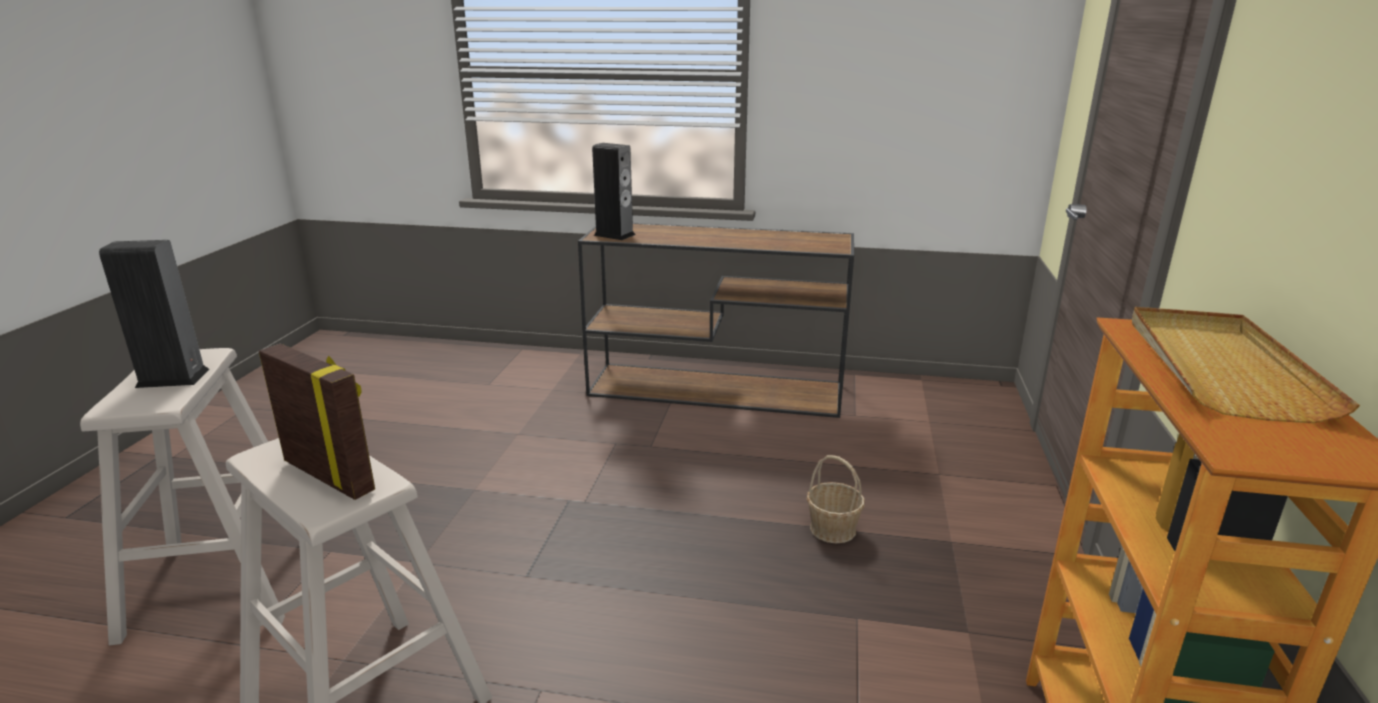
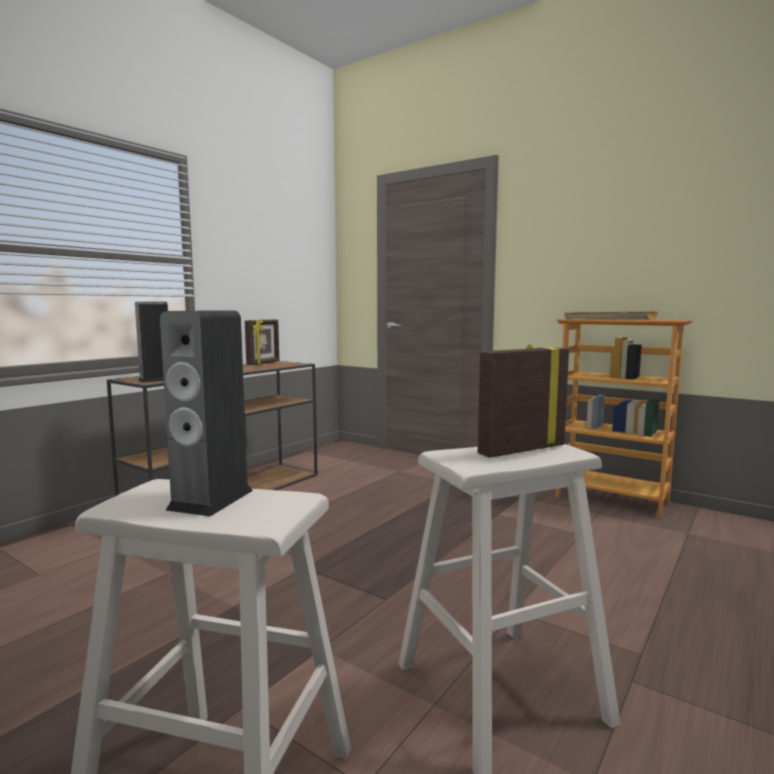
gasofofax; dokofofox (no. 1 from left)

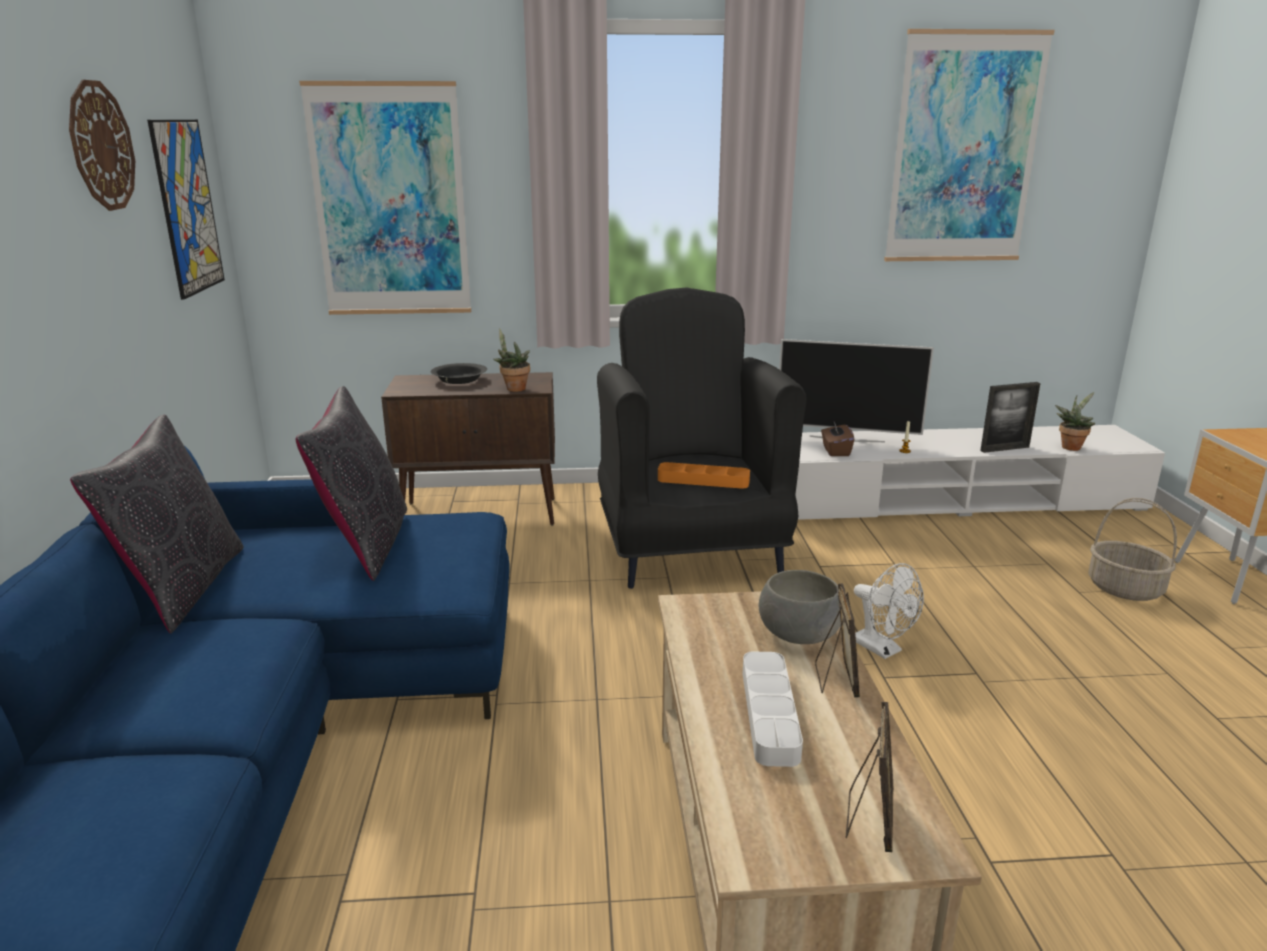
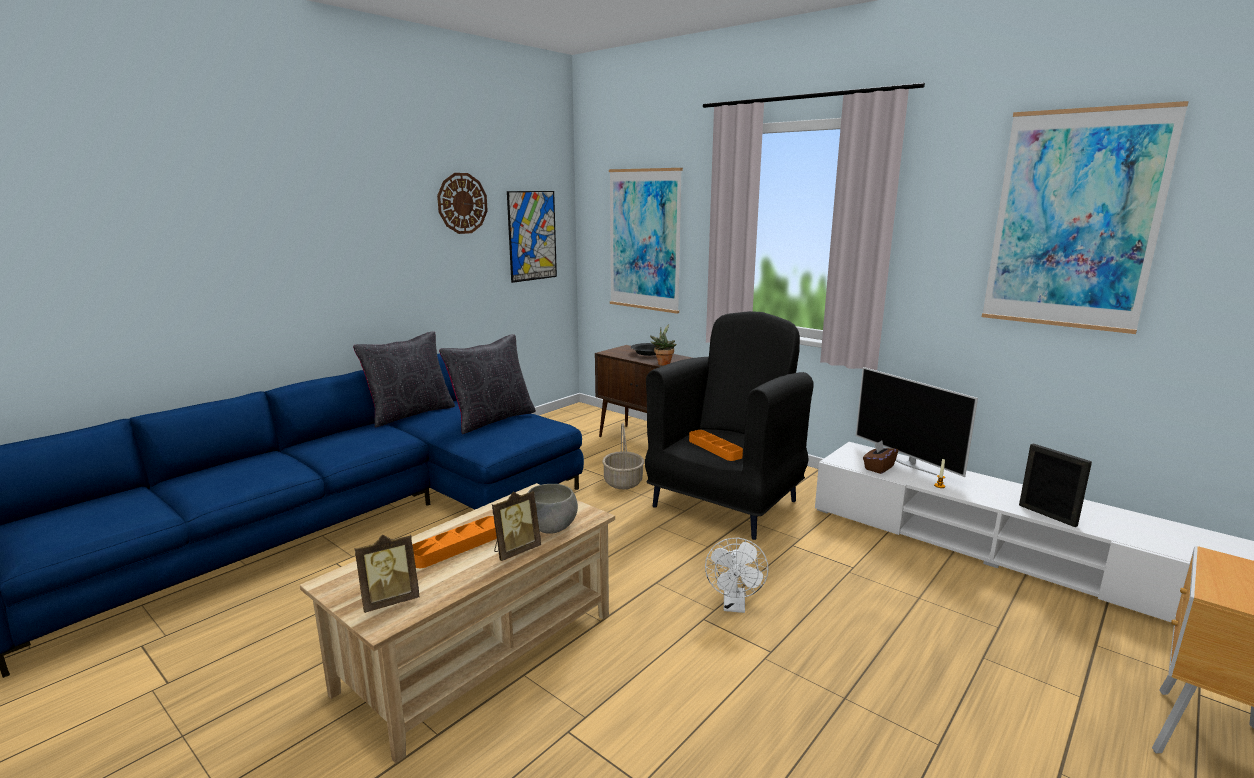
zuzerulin (no. 2 from left in the first image); gasofofax; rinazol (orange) (no. 1 from left); dokofofox (no. 3 from left)

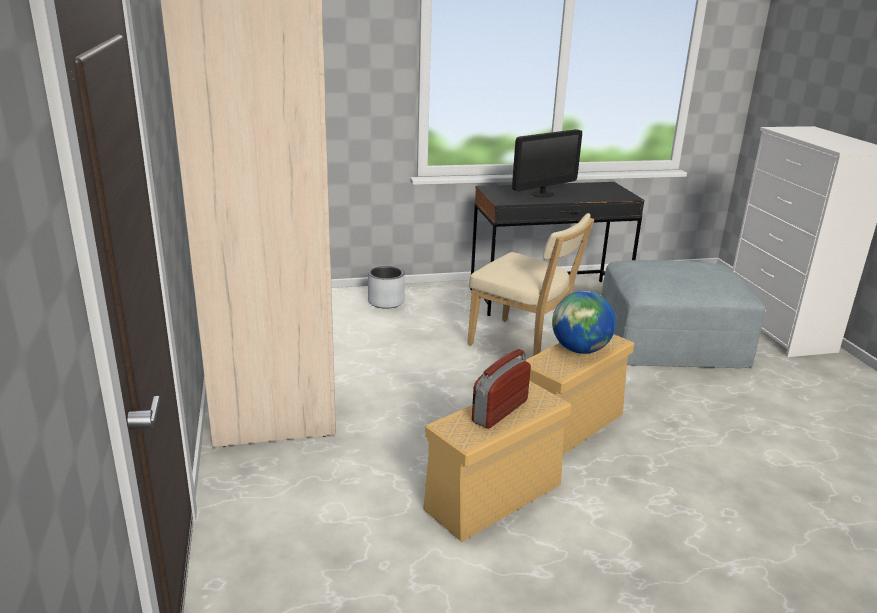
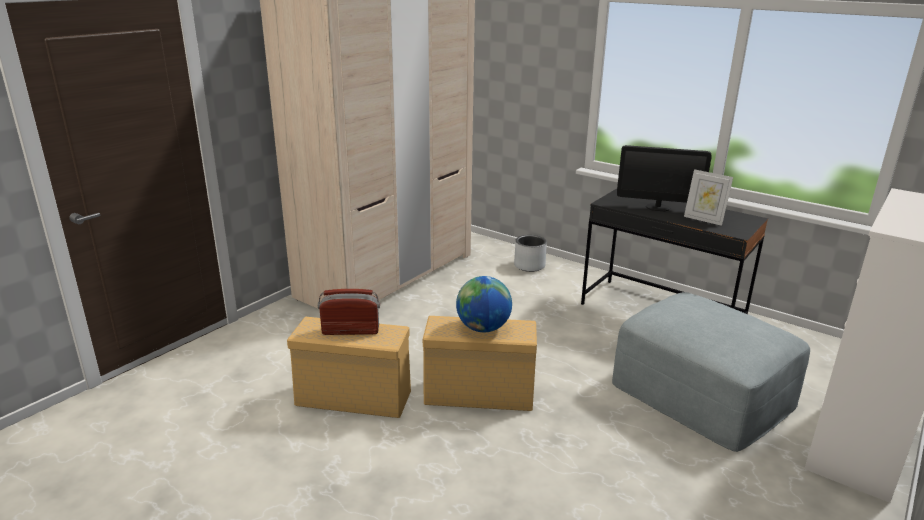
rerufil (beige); dokofofox

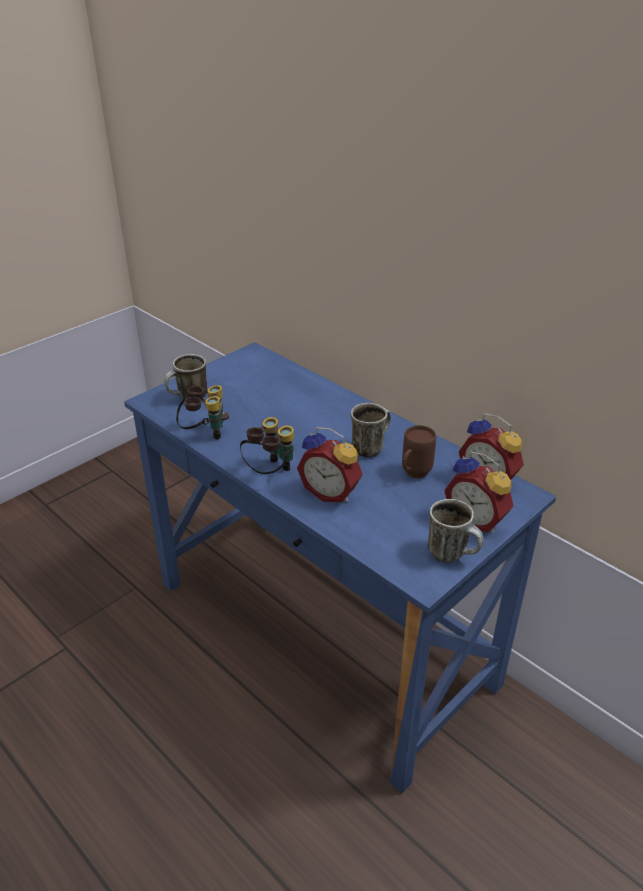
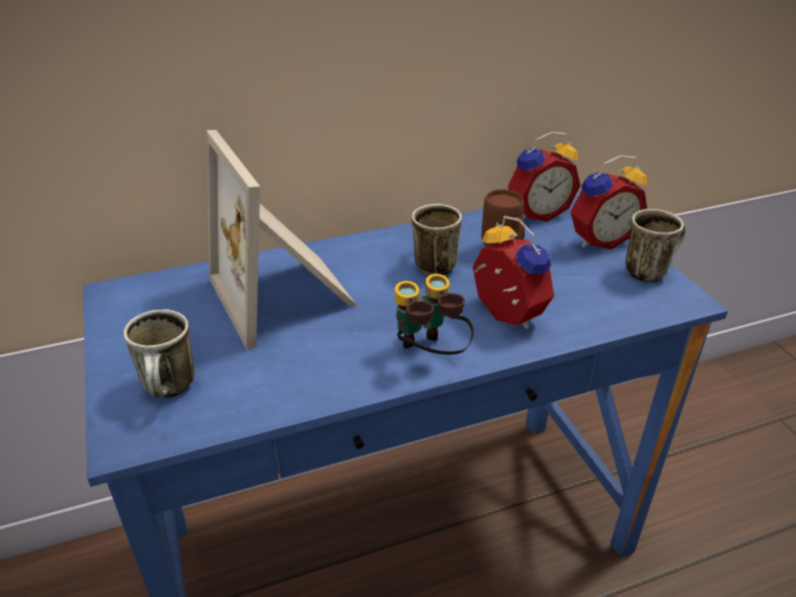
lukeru (no. 1 from left in the first image); dokofofox; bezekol (no. 1 from left)

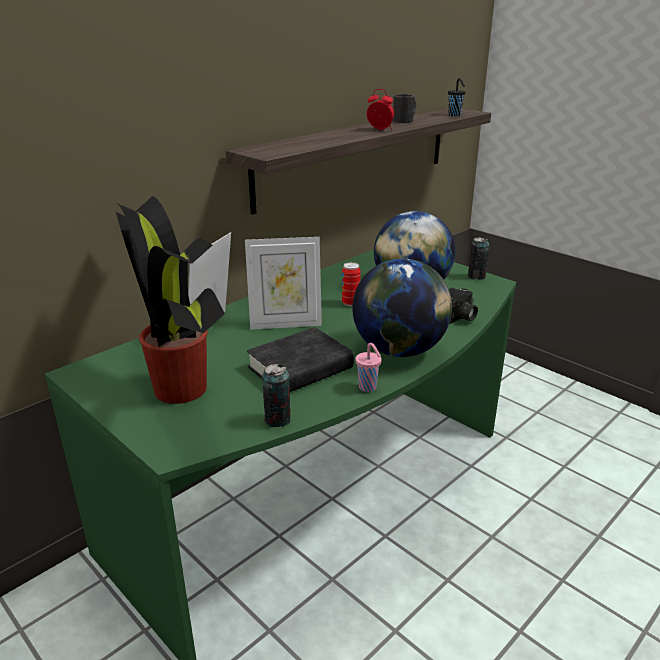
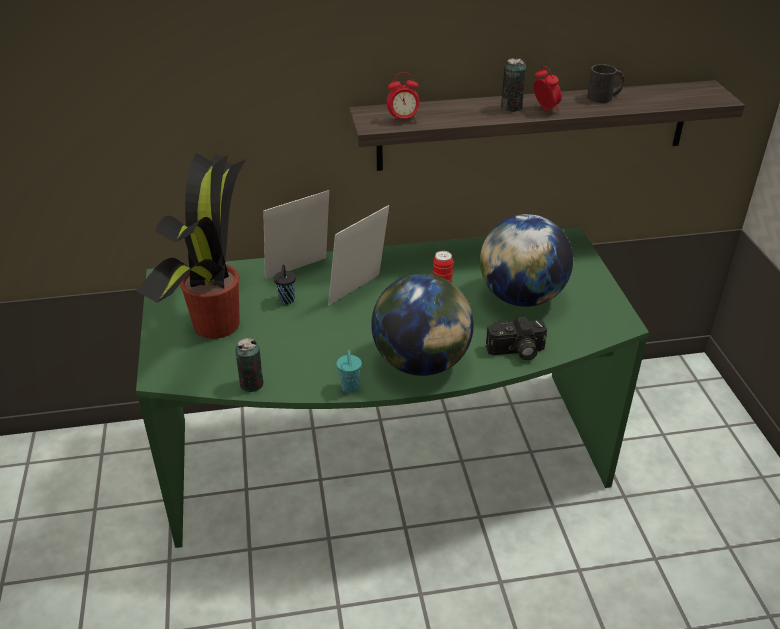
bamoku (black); bezekol (no. 1 from left); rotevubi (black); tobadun (no. 3 from left); rotevubi (turquoise); dokofofox (no. 2 from left)

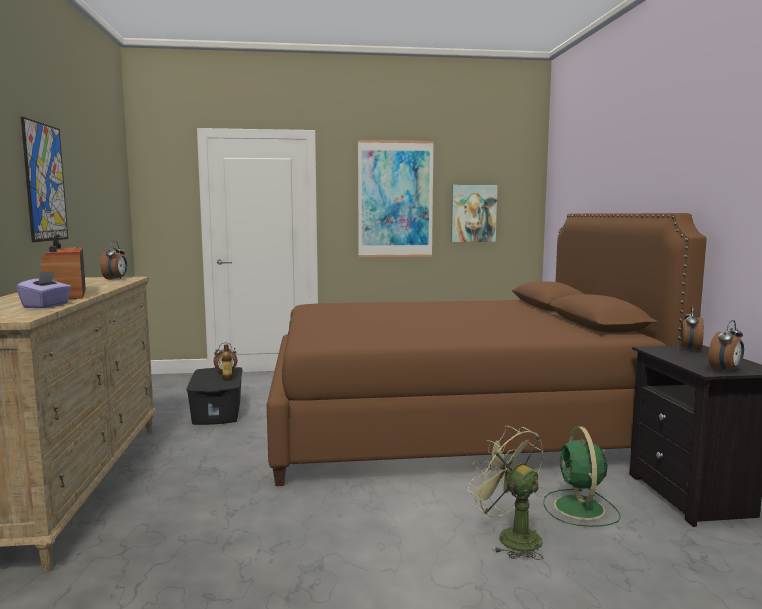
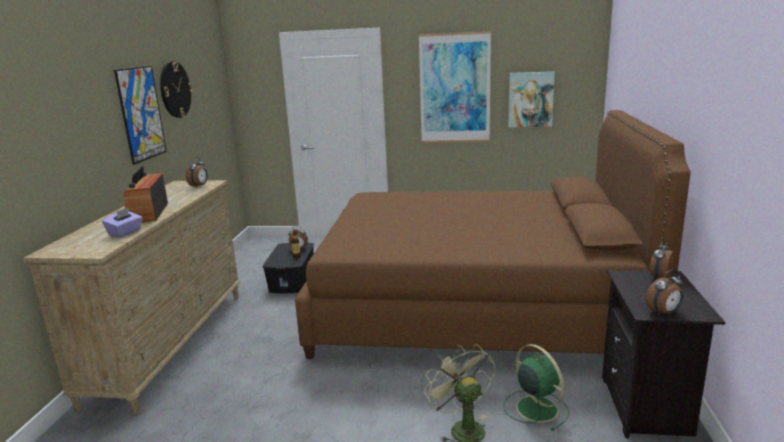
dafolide; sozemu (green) (no. 2 from left)

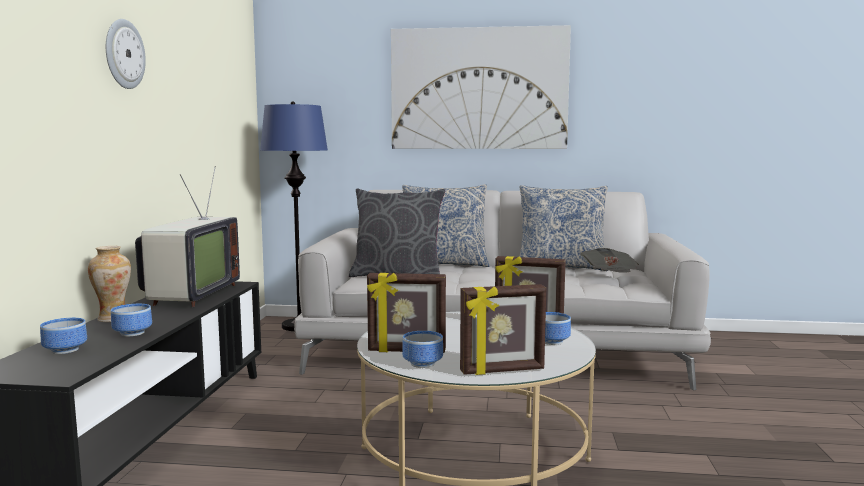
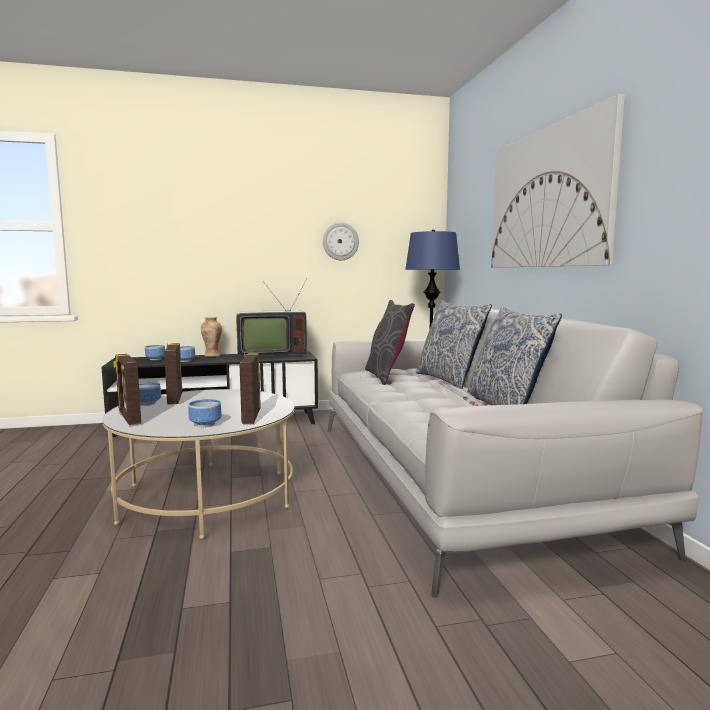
dafolide

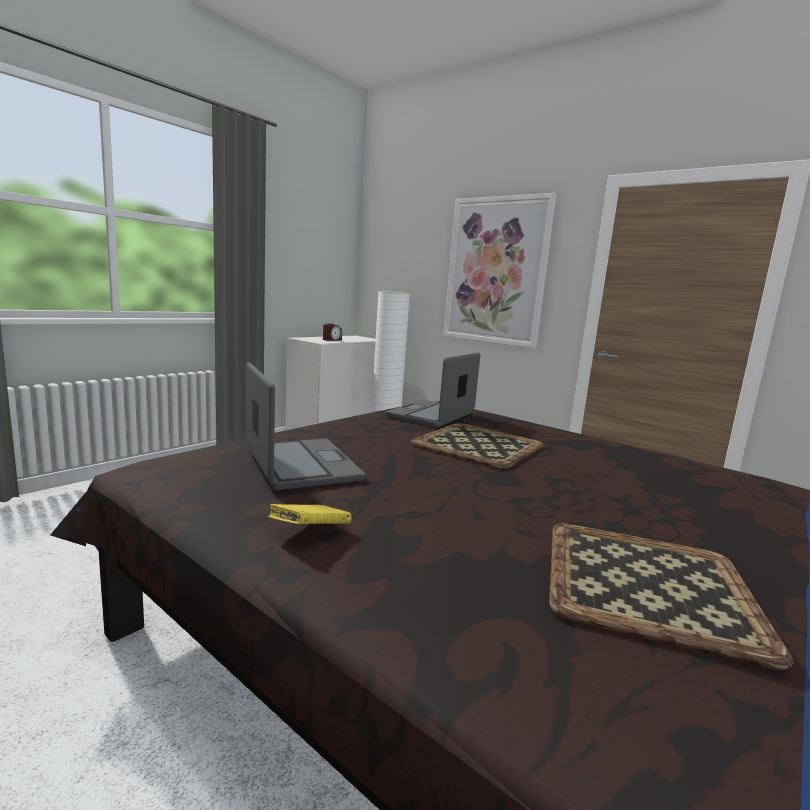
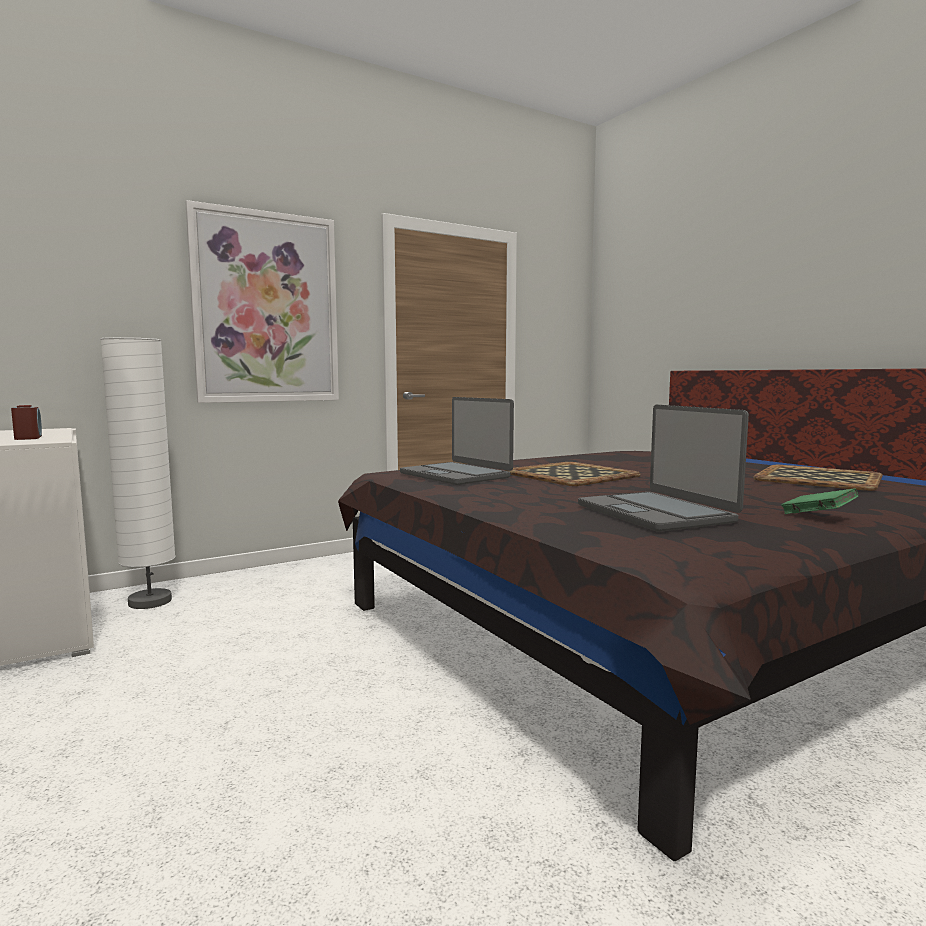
bamoku (green); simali (no. 2 from left)

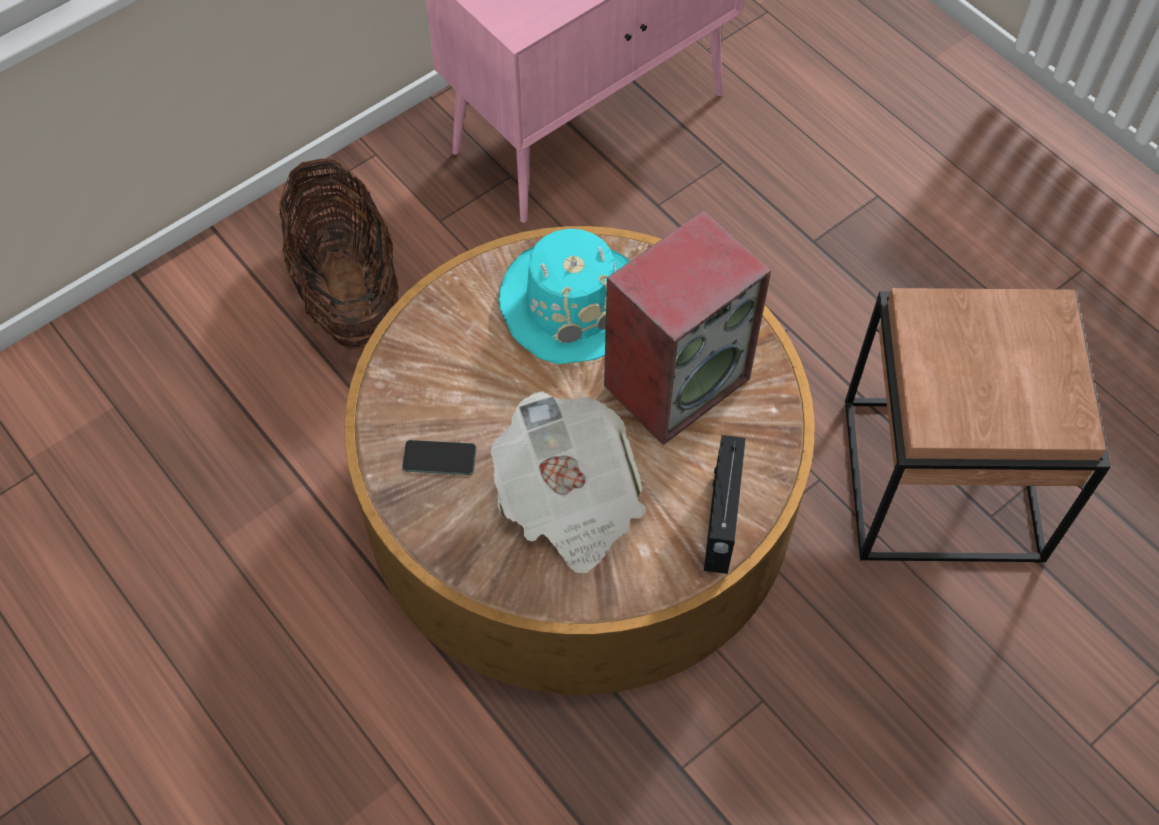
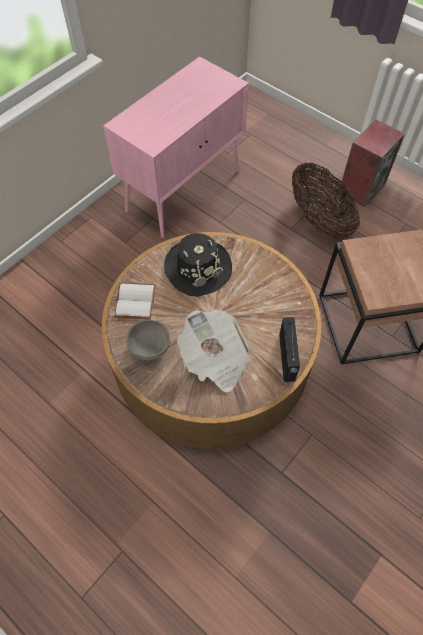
bamoku (white); gasofofax; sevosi; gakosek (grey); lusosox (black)

